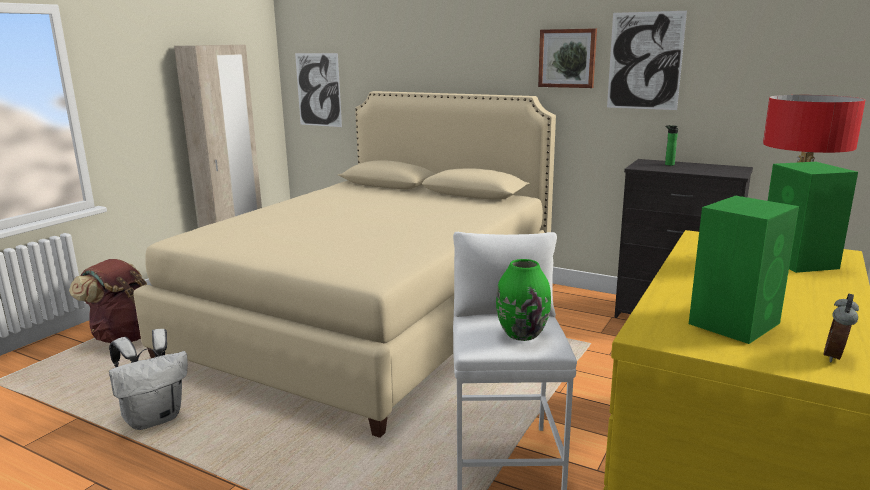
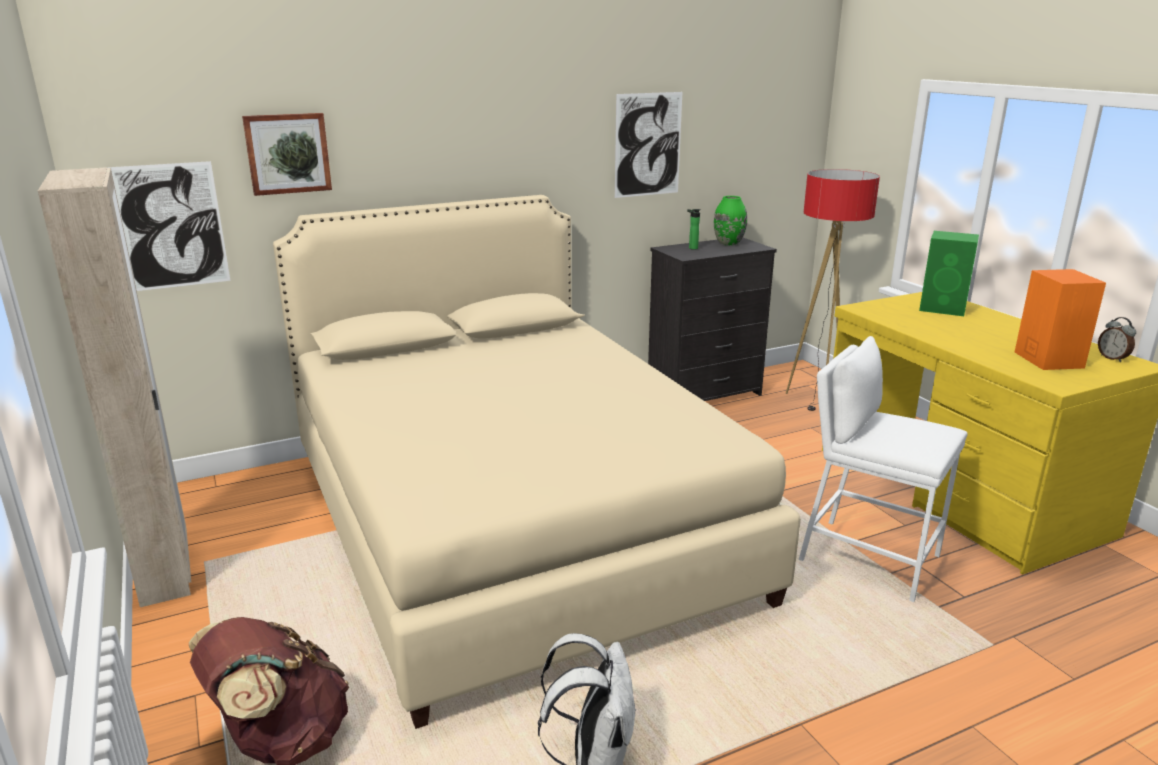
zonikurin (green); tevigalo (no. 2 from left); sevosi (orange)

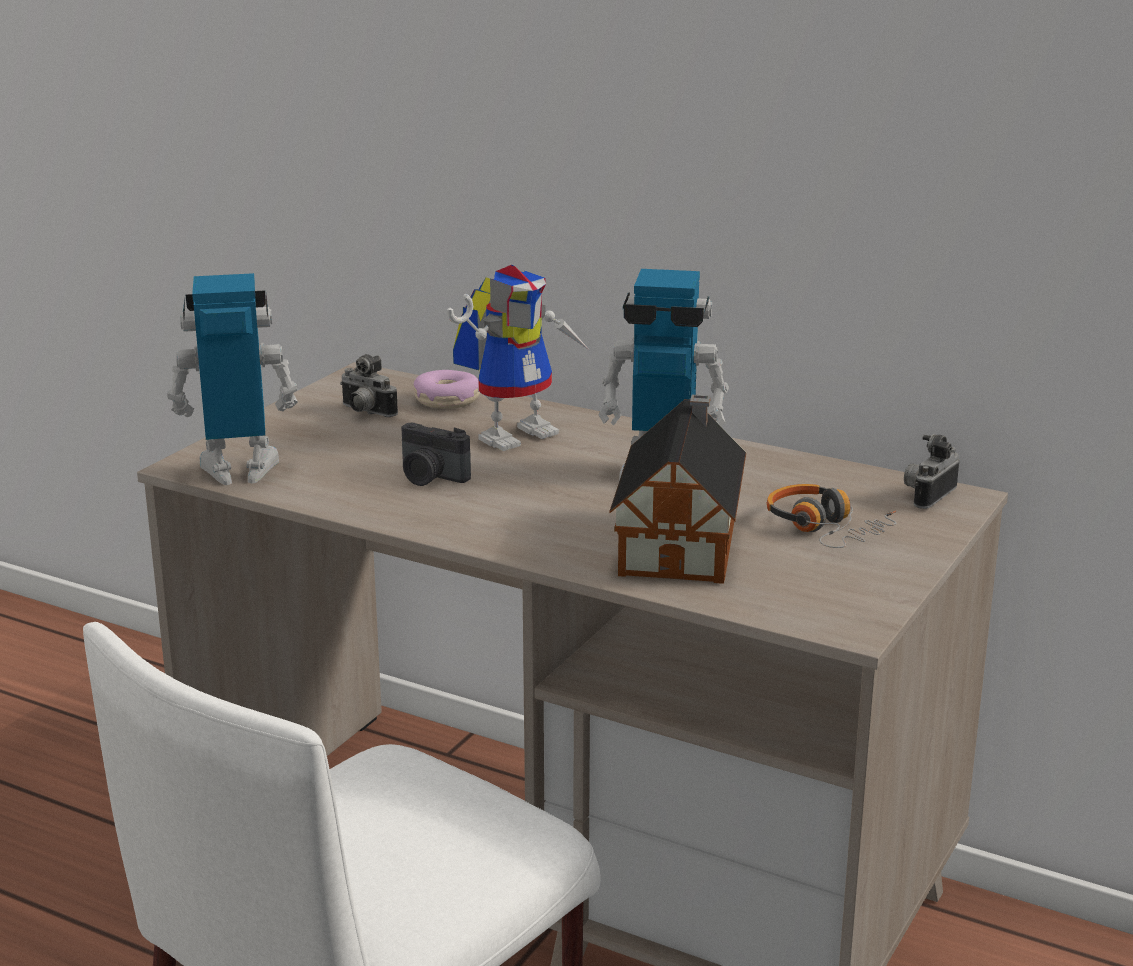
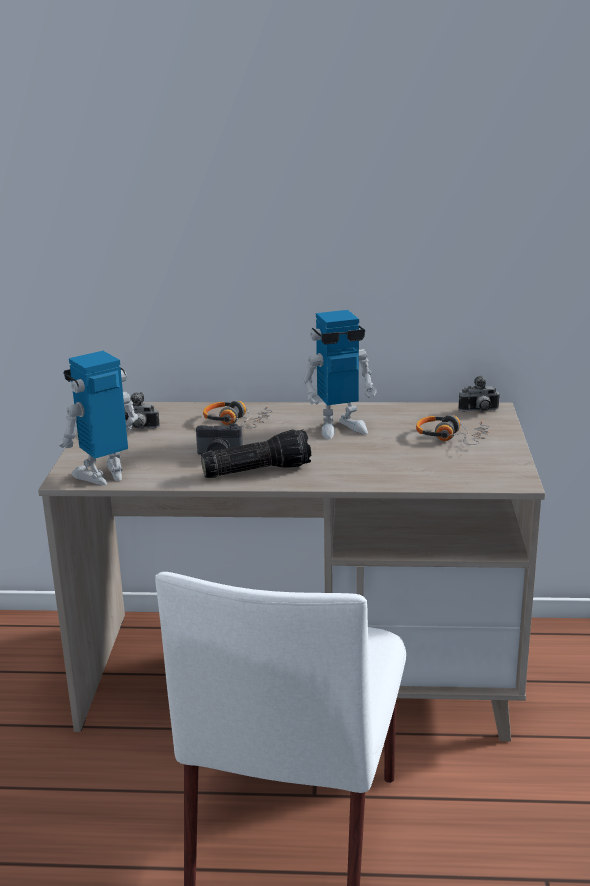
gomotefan; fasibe; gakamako; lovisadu (no. 1 from left); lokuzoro (no. 3 from left)

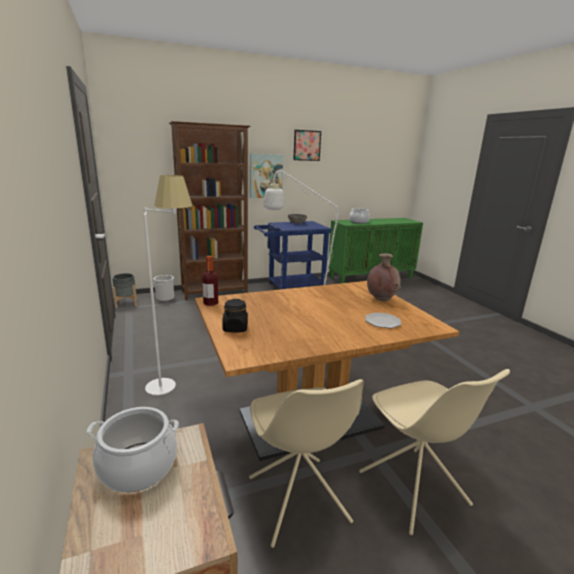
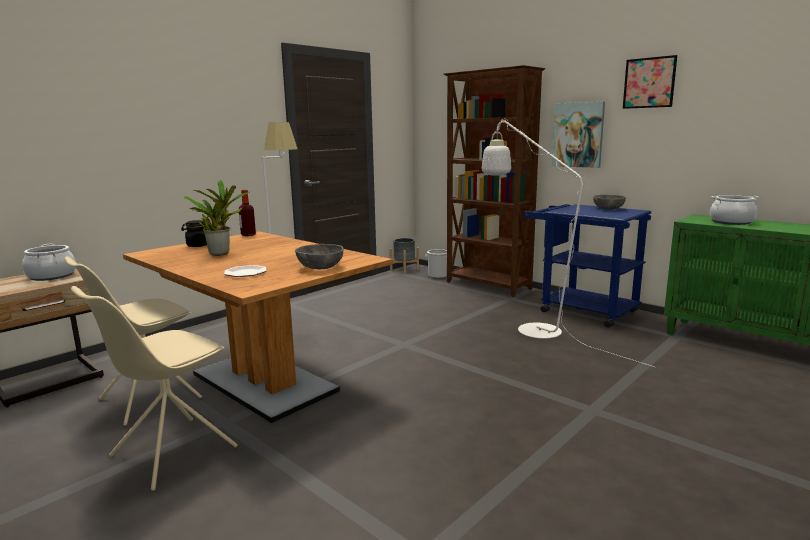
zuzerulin; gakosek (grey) (no. 1 from left)

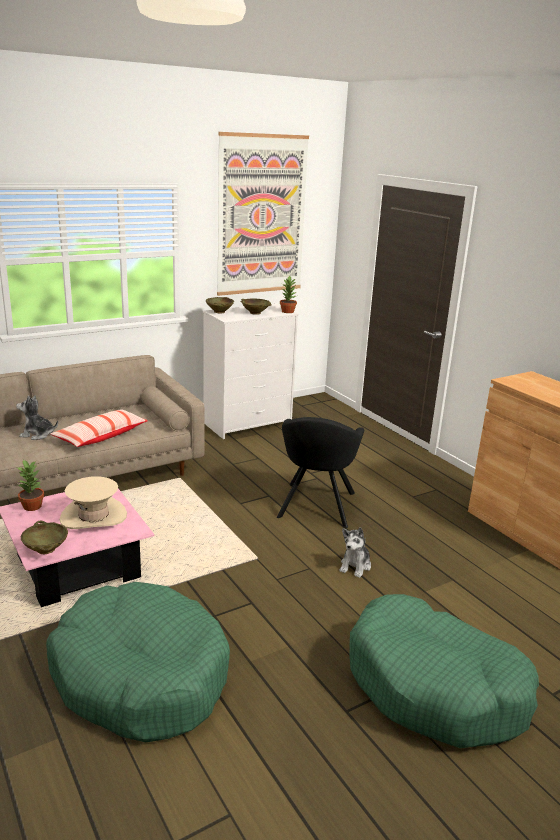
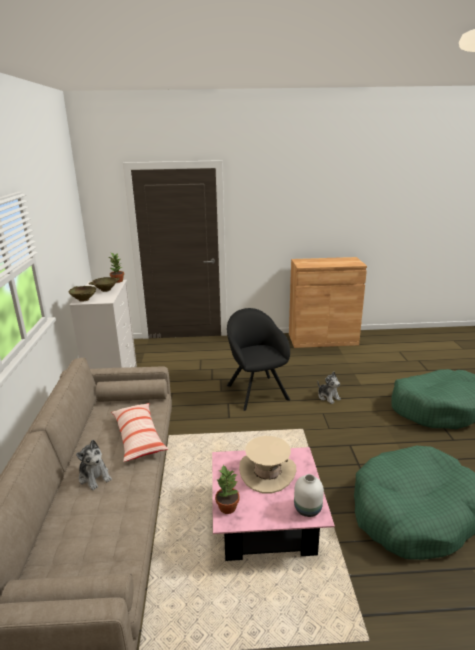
tevigalo; zonikurin (white); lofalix (no. 1 from left); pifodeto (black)

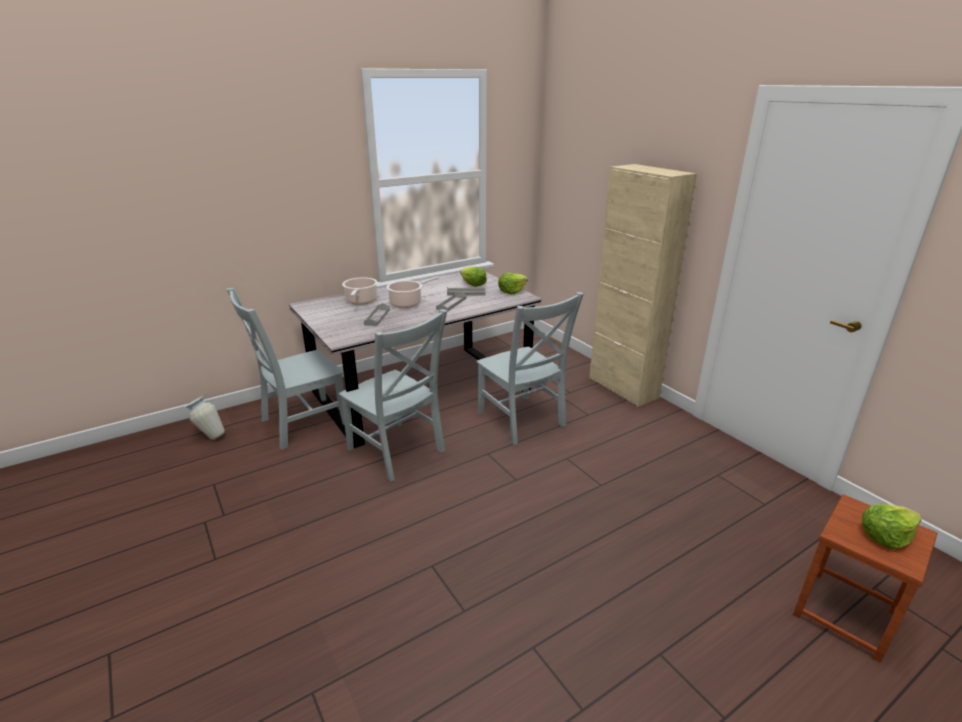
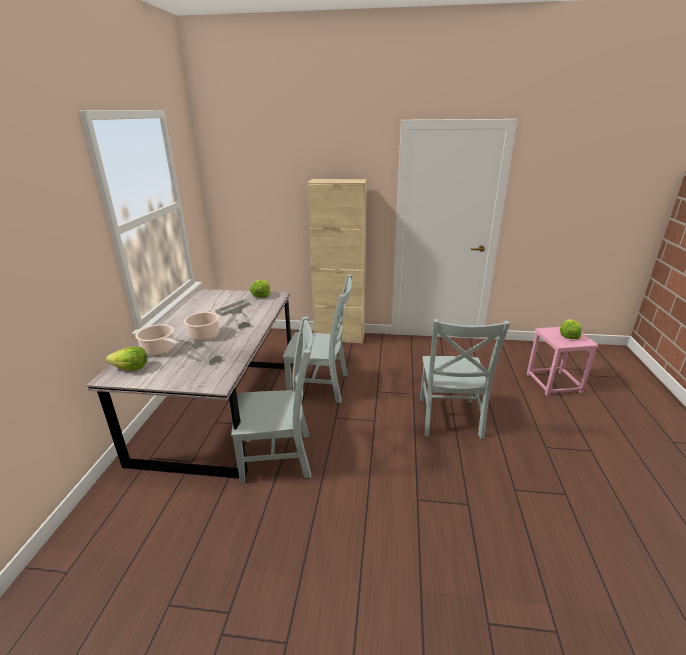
zonikurin; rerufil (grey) (no. 3 from left); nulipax (no. 1 from left); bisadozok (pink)

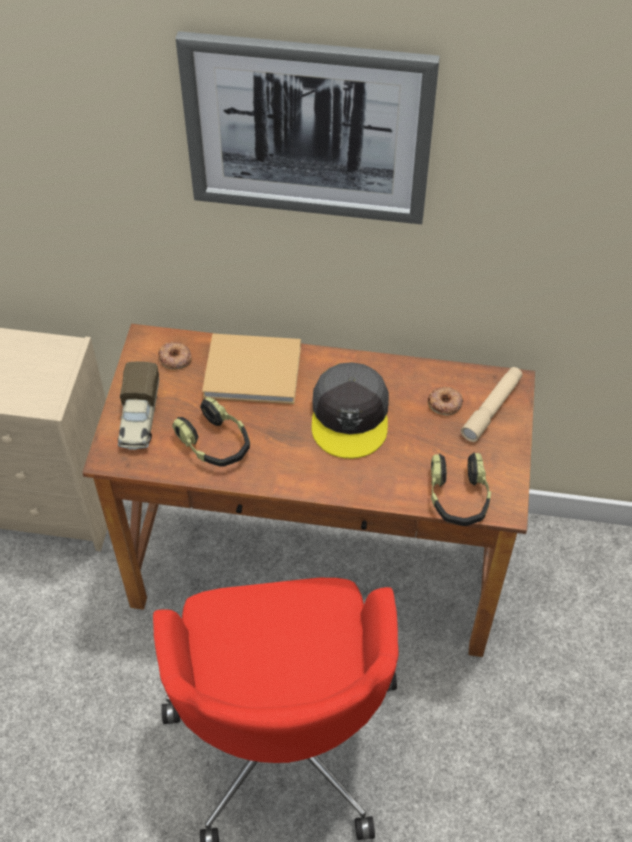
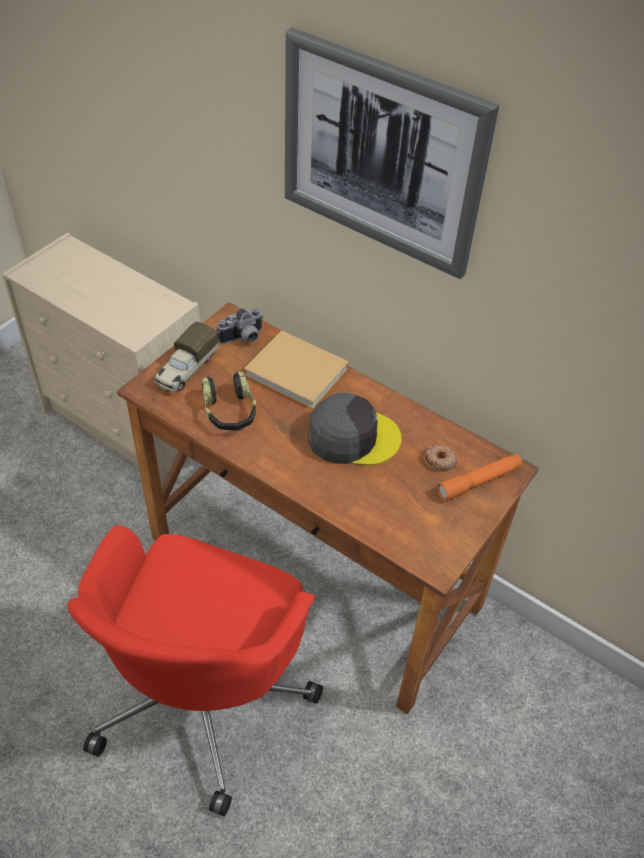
lovisadu (no. 2 from left in the first image); lokuzoro; gakamako (orange); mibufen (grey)

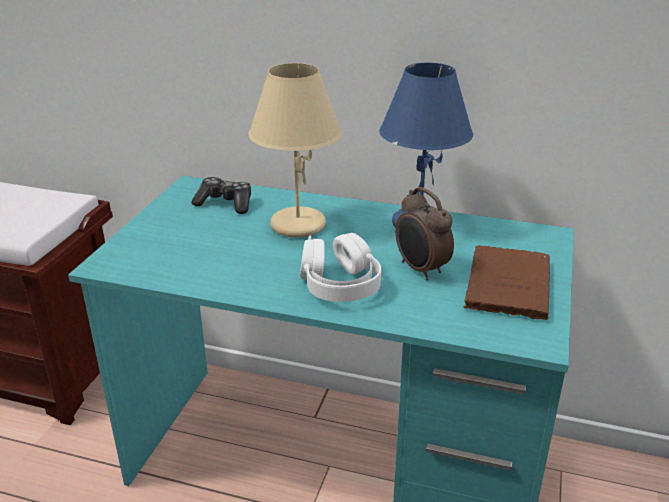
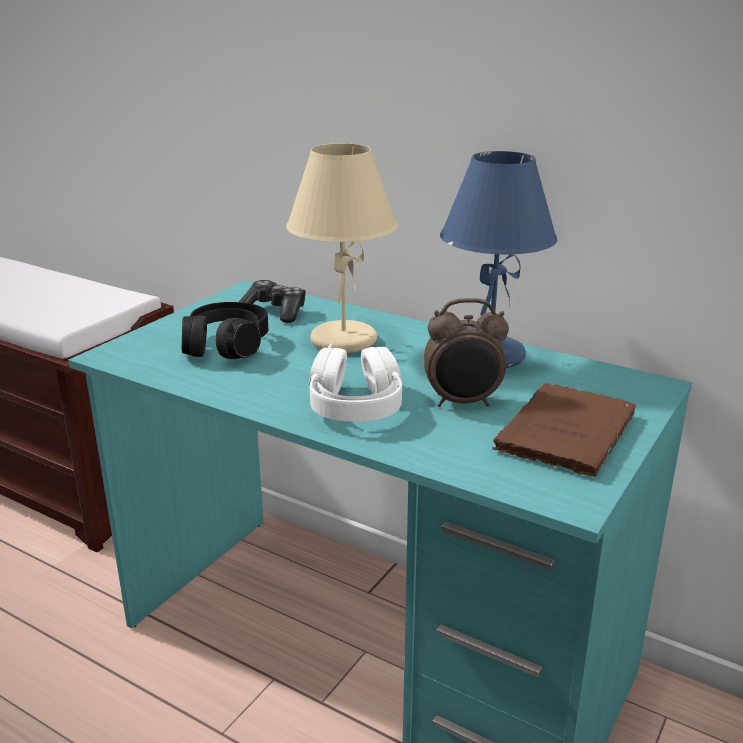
lovisadu (black); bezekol

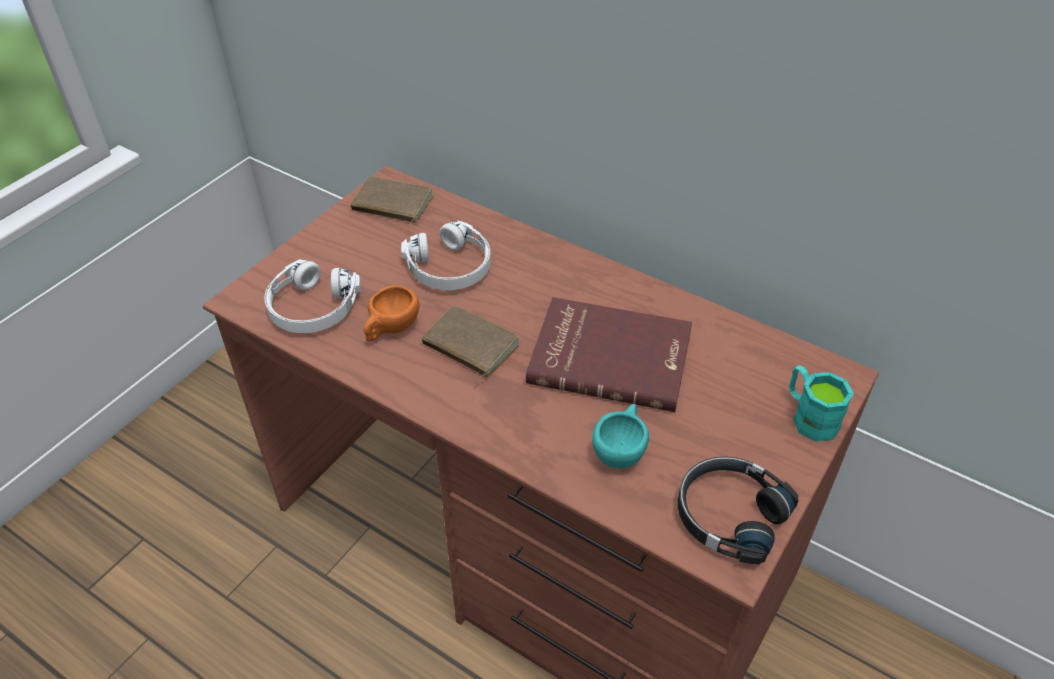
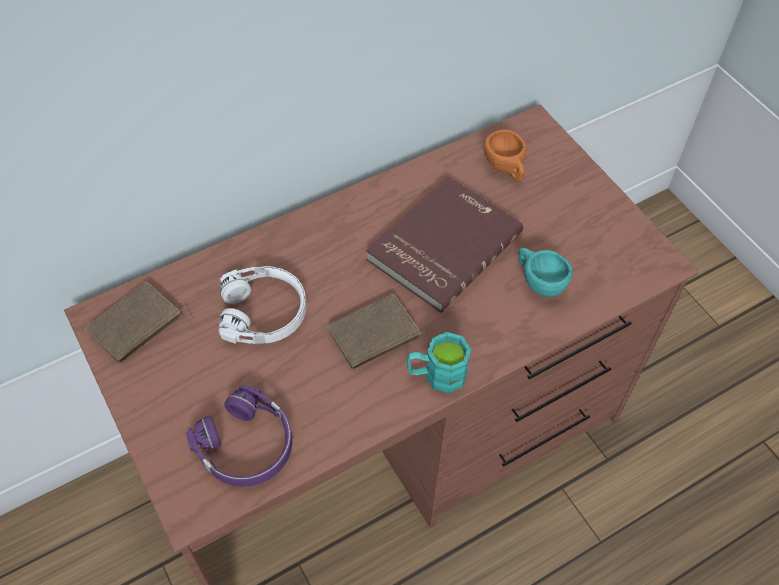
lovisadu (black); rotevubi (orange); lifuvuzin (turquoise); lovisadu (purple)

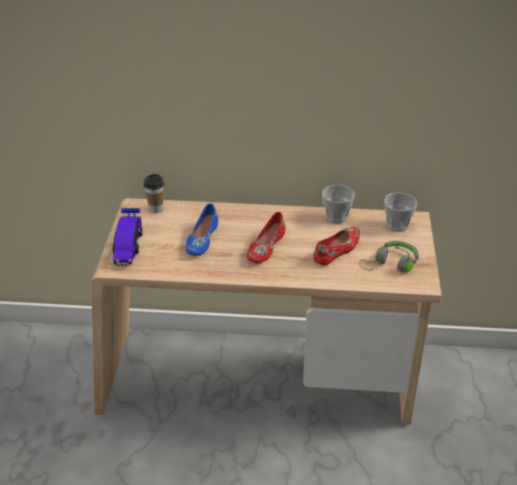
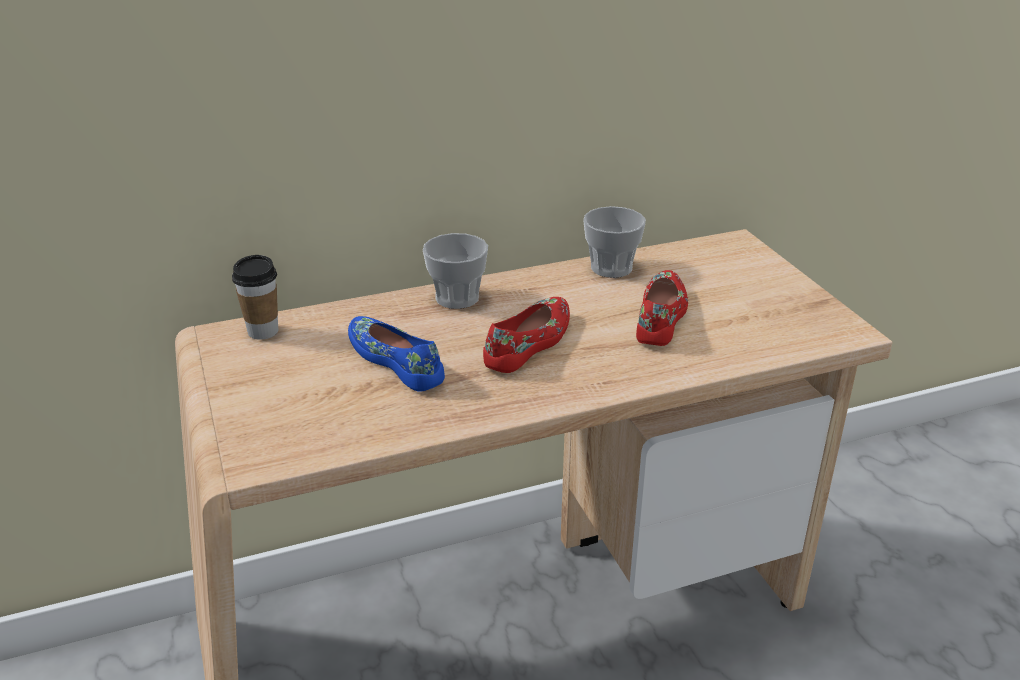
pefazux; lovisadu (grey); rotevubi (no. 2 from left); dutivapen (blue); dutivapen (red) (no. 1 from left)

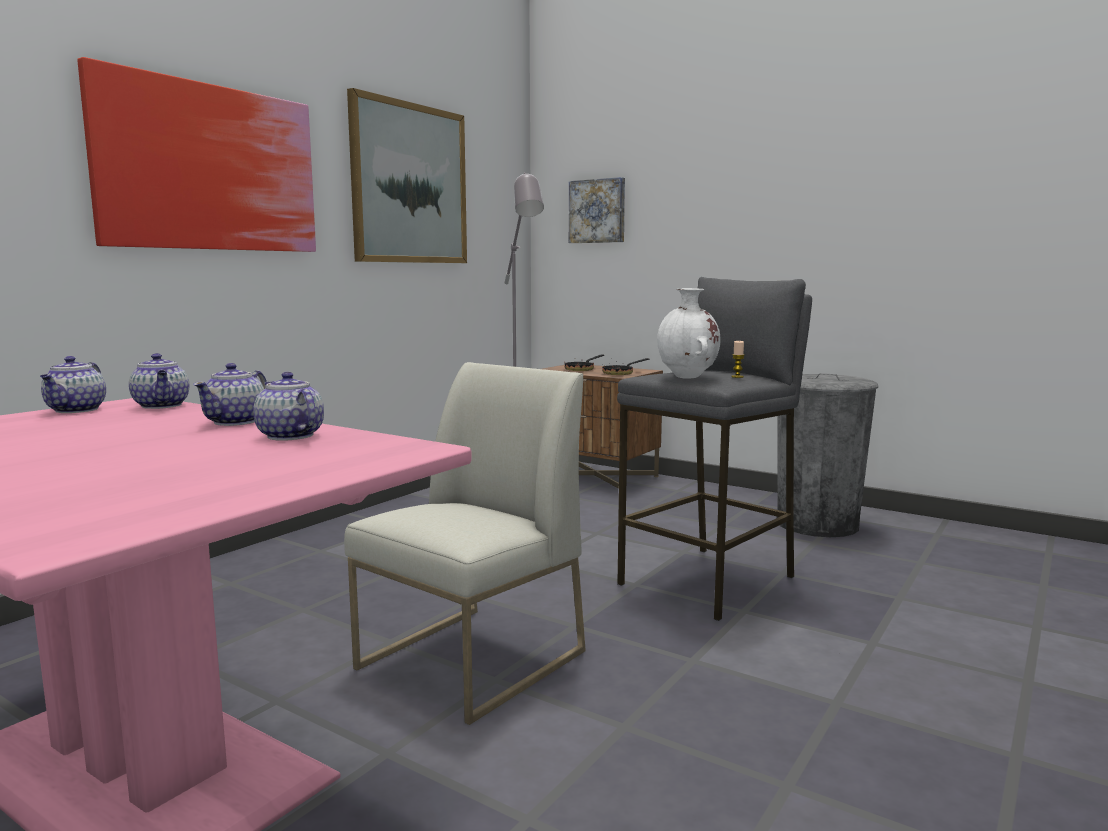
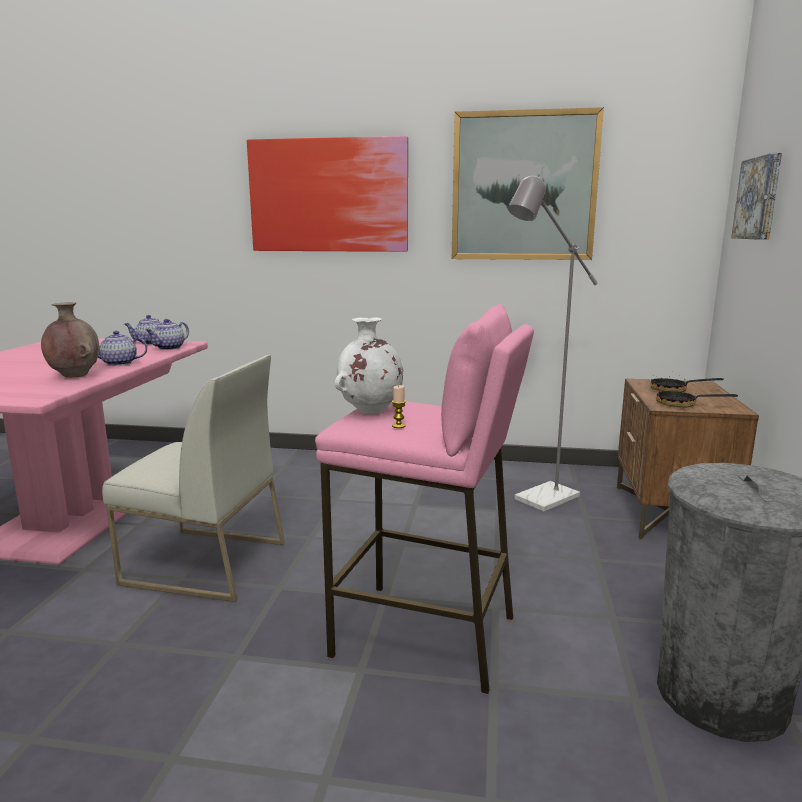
zonikurin (brown); bisadozok (pink)

